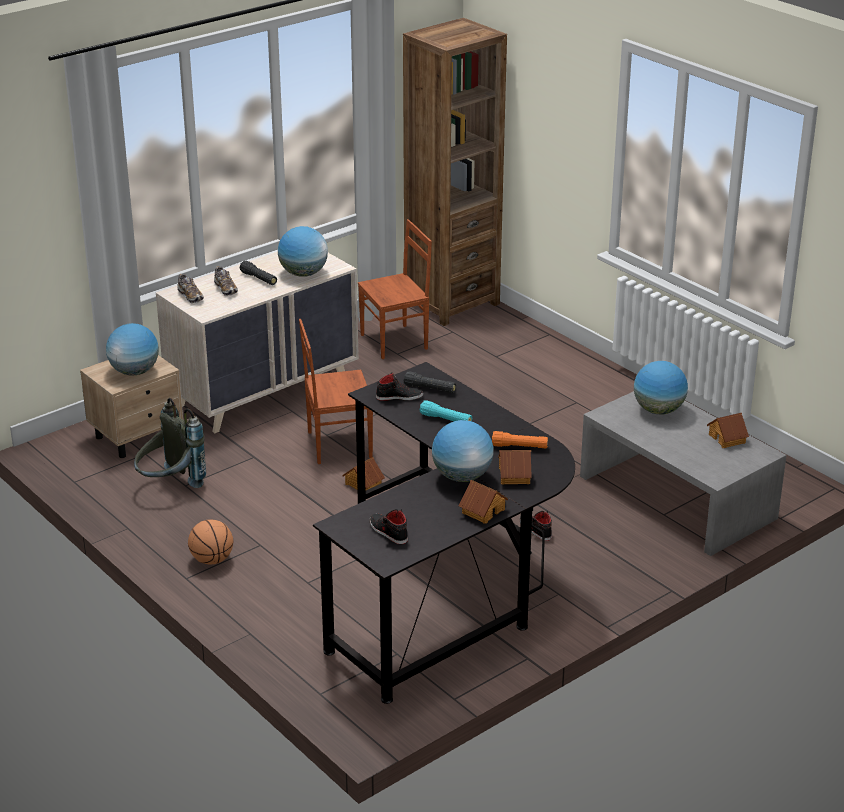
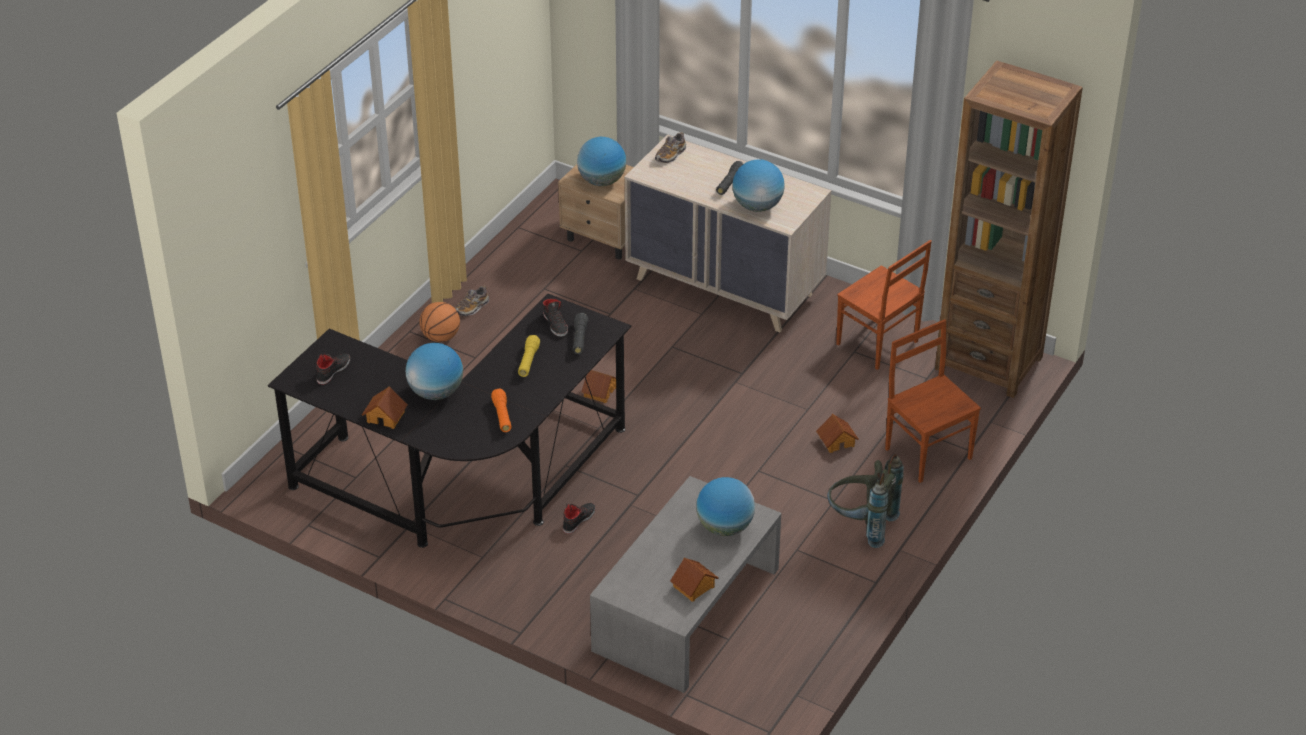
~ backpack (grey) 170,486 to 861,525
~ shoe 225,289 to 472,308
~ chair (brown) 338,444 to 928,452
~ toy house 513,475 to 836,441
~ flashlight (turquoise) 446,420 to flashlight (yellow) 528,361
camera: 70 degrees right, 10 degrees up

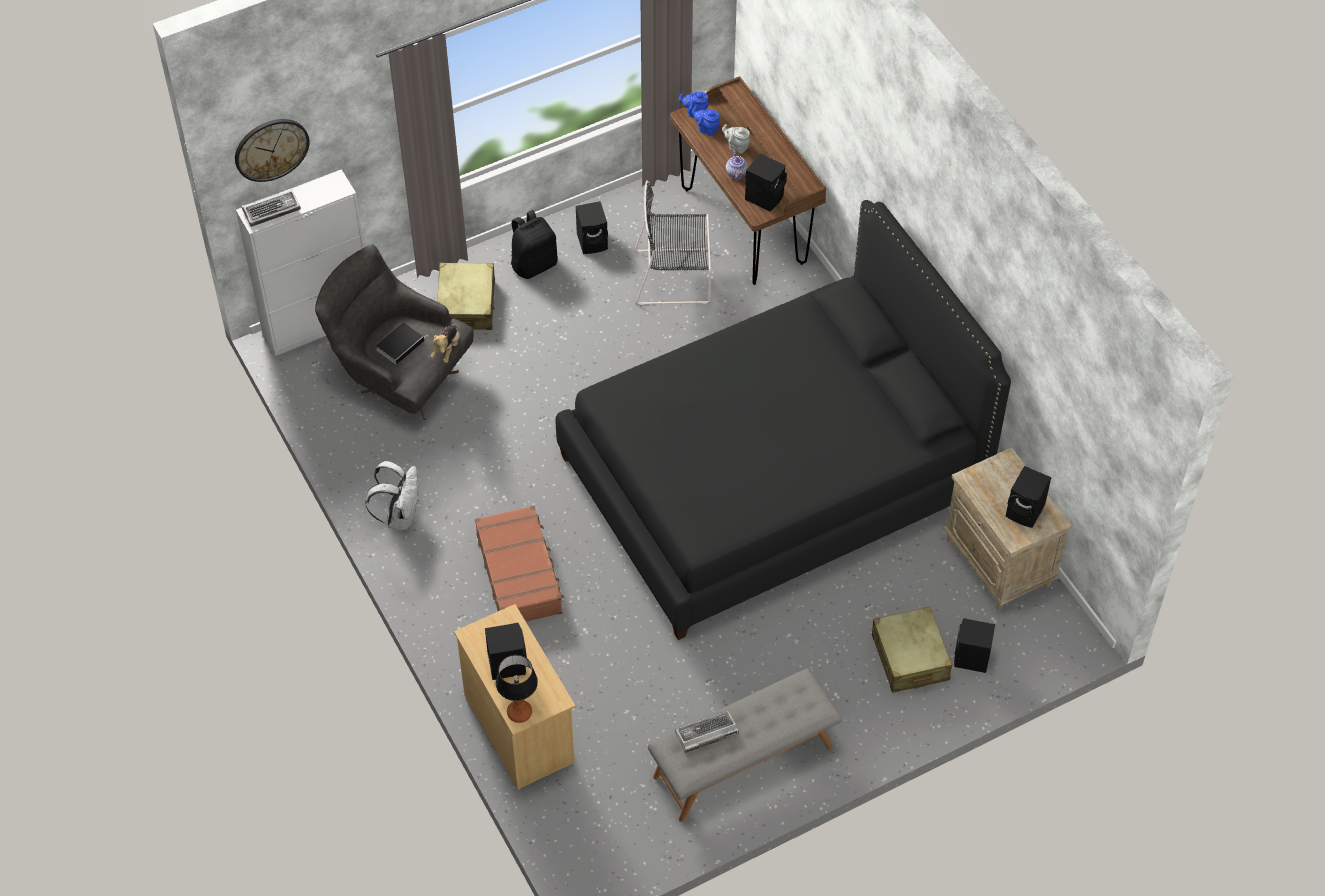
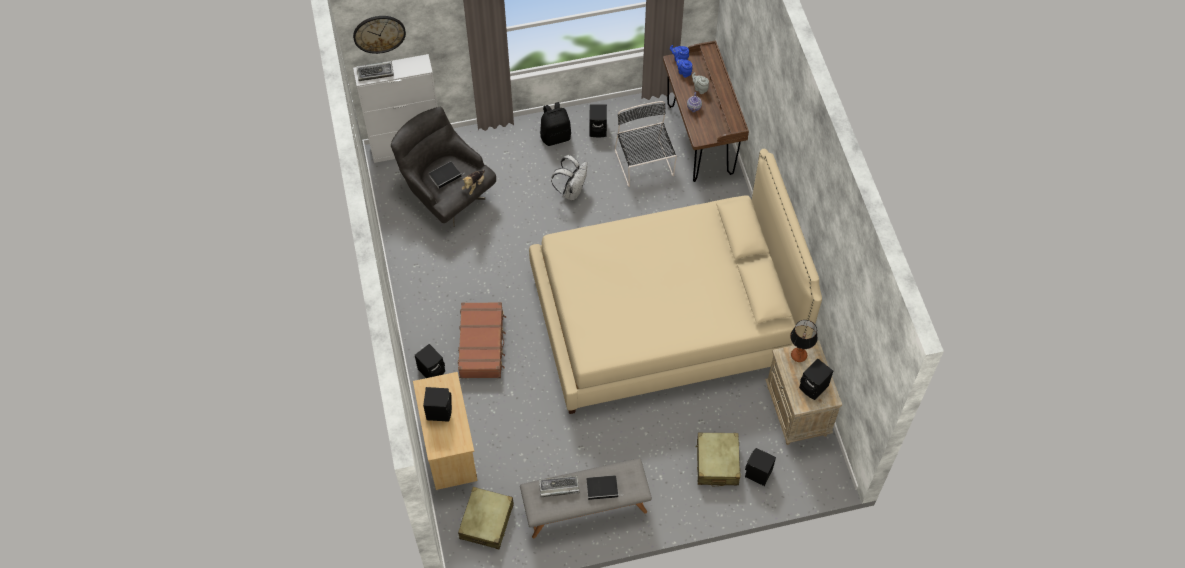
+ book 603,488
~ backpack (white) 400,516 to 572,191
~ suitcase (beige) 466,304 to 487,521
~ table lamp 520,713 to 799,356
~ speaker (black) 765,196 to 432,370
~ bed (black) 773,477 to bed (beige) 665,317
~ chair (black) 675,276 = 644,165 60 degrees clockwise
camera: 15 degrees right, 5 degrees up

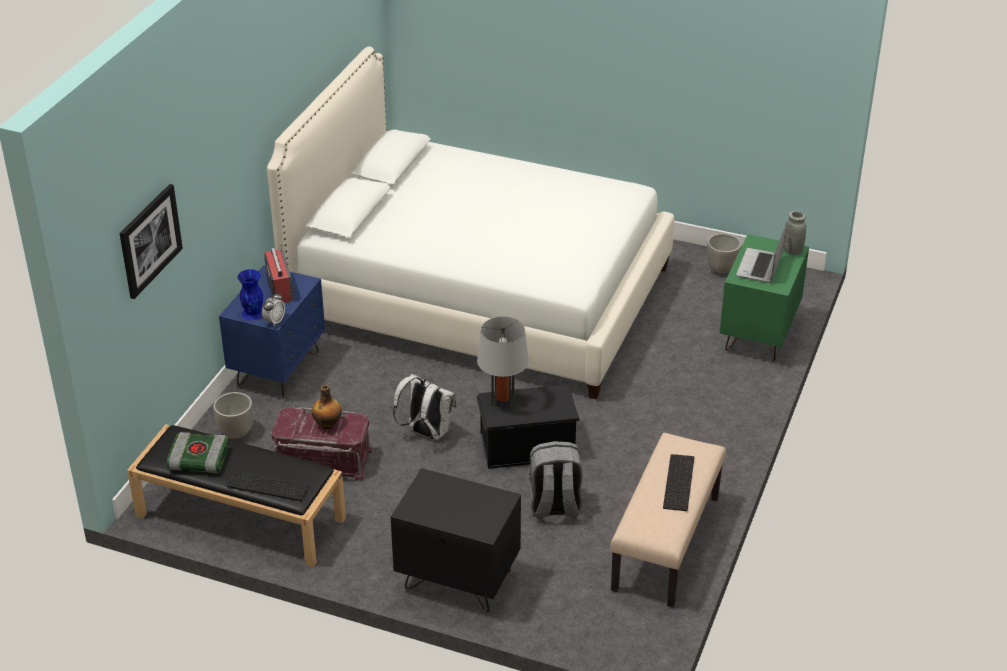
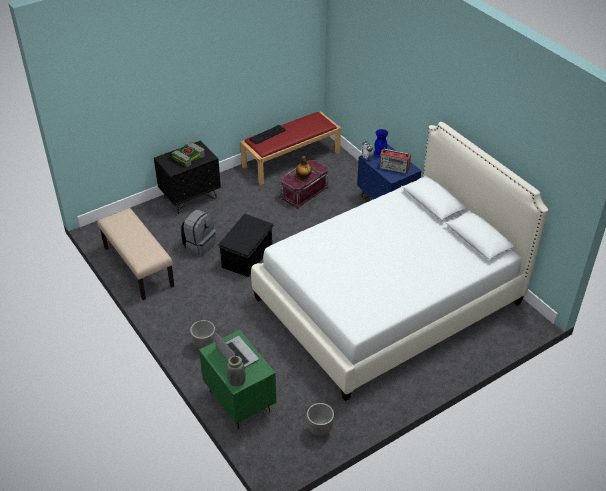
- picture 149,240
- backpack (white) 426,433
- table lamp (grey) 503,400
- keyboard 680,483
~ book 198,460 to 188,156
~ planter 236,432 to 204,345
~ bench (black) 239,517 to bench (red) 291,159
camera: 125 degrees right, 5 degrees up

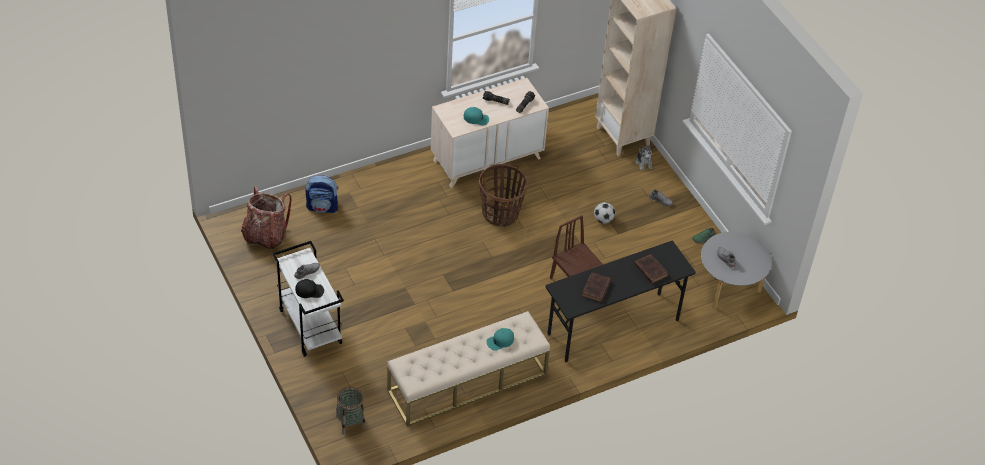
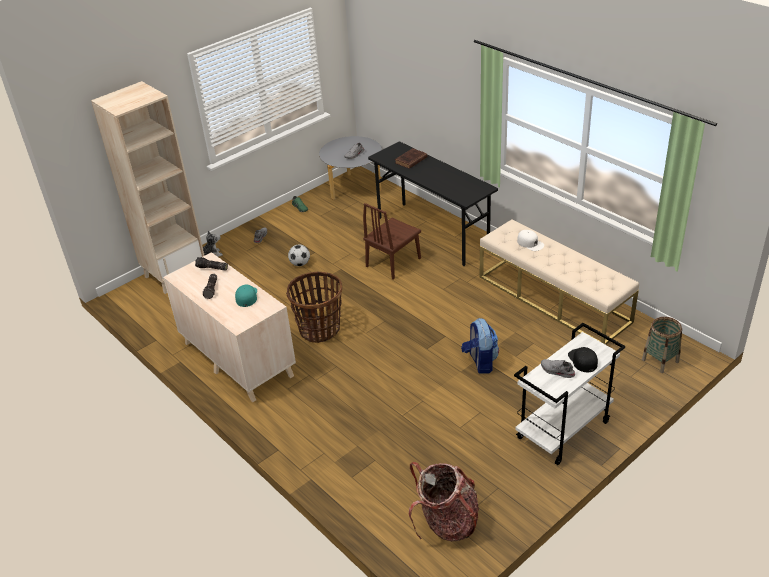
- book (brown) 595,289
~ backpack 323,207 to 480,362
~ cap (turquoise) 500,341 to cap (white) 530,243
camera: 100 degrees left, 10 degrees down

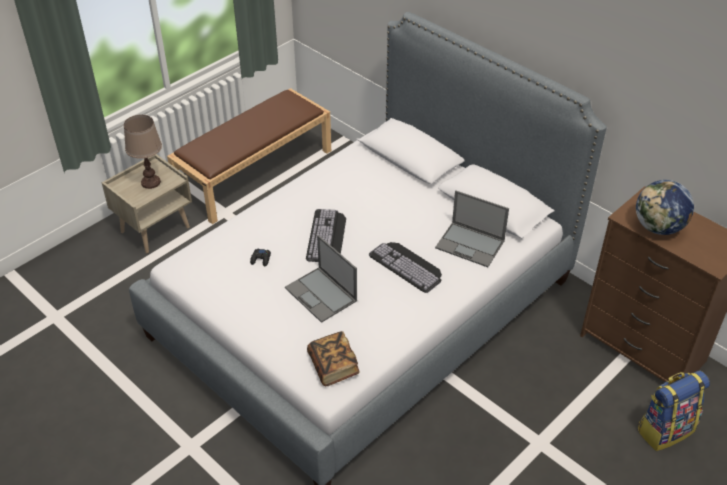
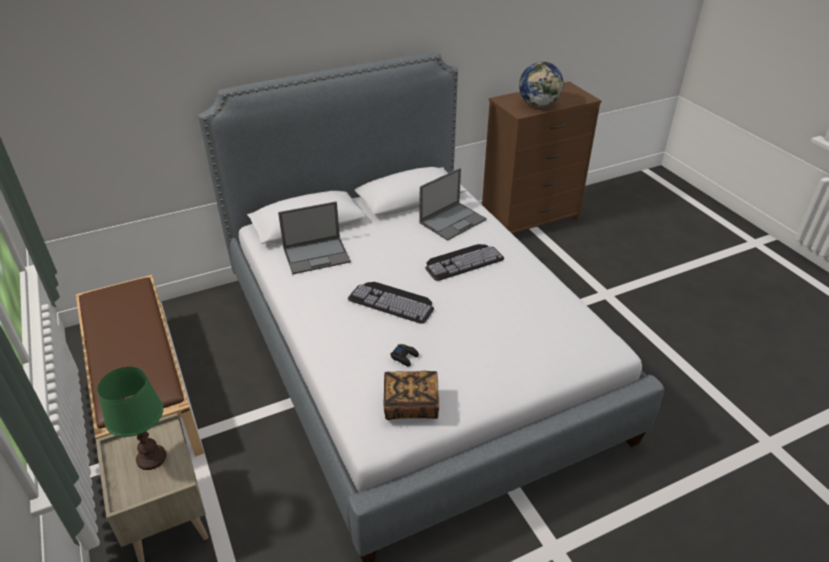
- backpack 665,429
~ laptop 321,295 to 317,255
~ book 333,366 to 411,405
~ table lamp (brown) 151,182 to table lamp (green) 151,457
camera: 70 degrees left, 5 degrees down

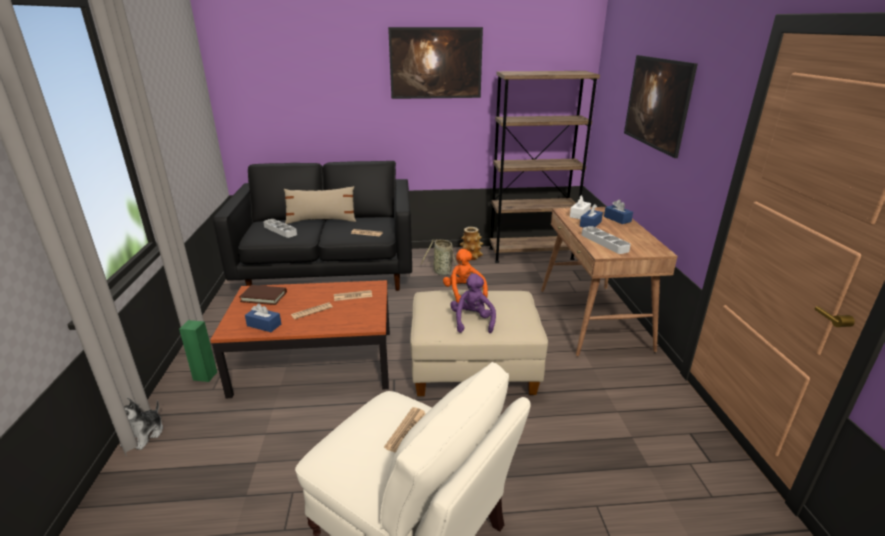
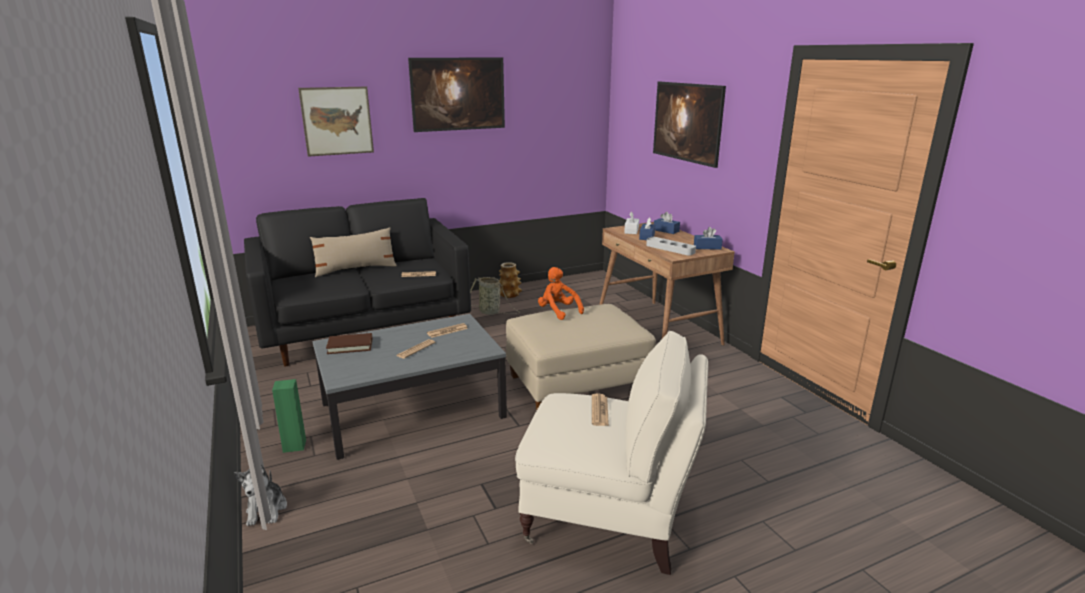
- tray (grey) 280,230
- plush toy (purple) 472,321
- bookcase (brown) 530,253
+ picture 337,121
~ tissue box (blue) 264,325 to 707,247
~ coffee table (brown) 315,362 to coffee table (grey) 413,410
camera: 20 degrees left, 5 degrees down

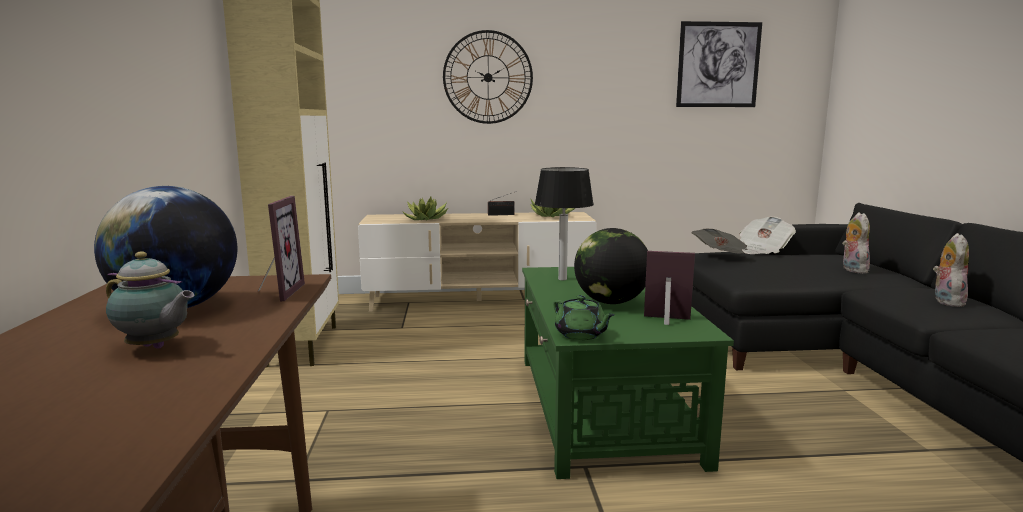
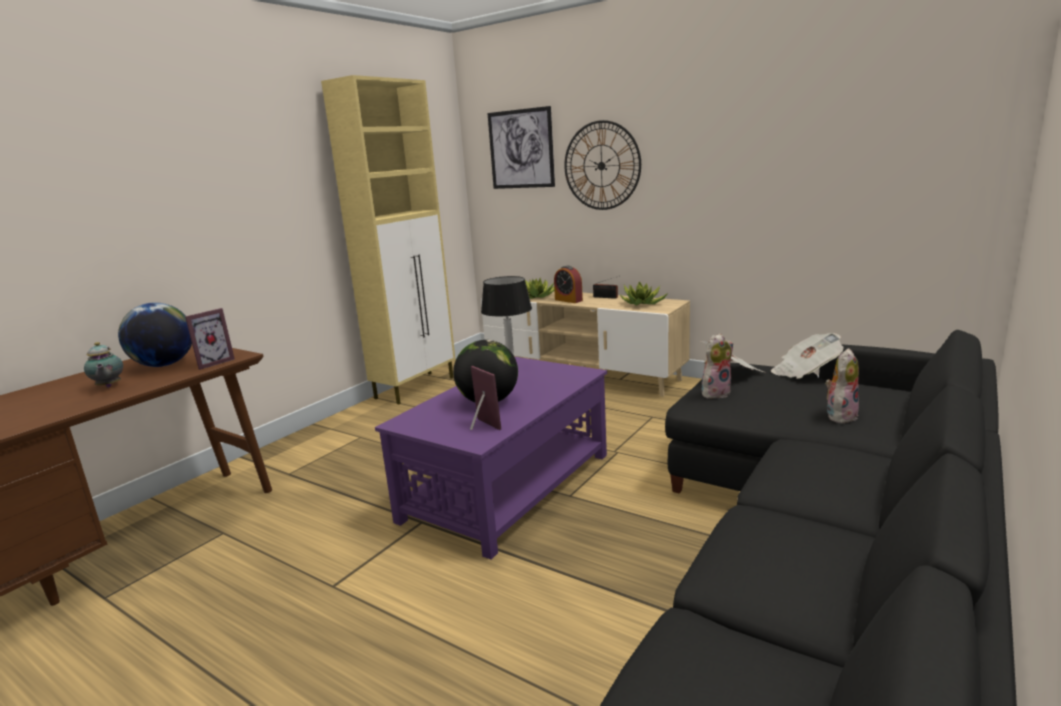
- teapot (green) 581,335
+ alarm clock 568,300
~ picture 718,65 to 521,149
~ plush toy 946,301 to 715,393
~ coffee table (green) 603,407 to coffee table (purple) 507,487
camera: 40 degrees right, 5 degrees up

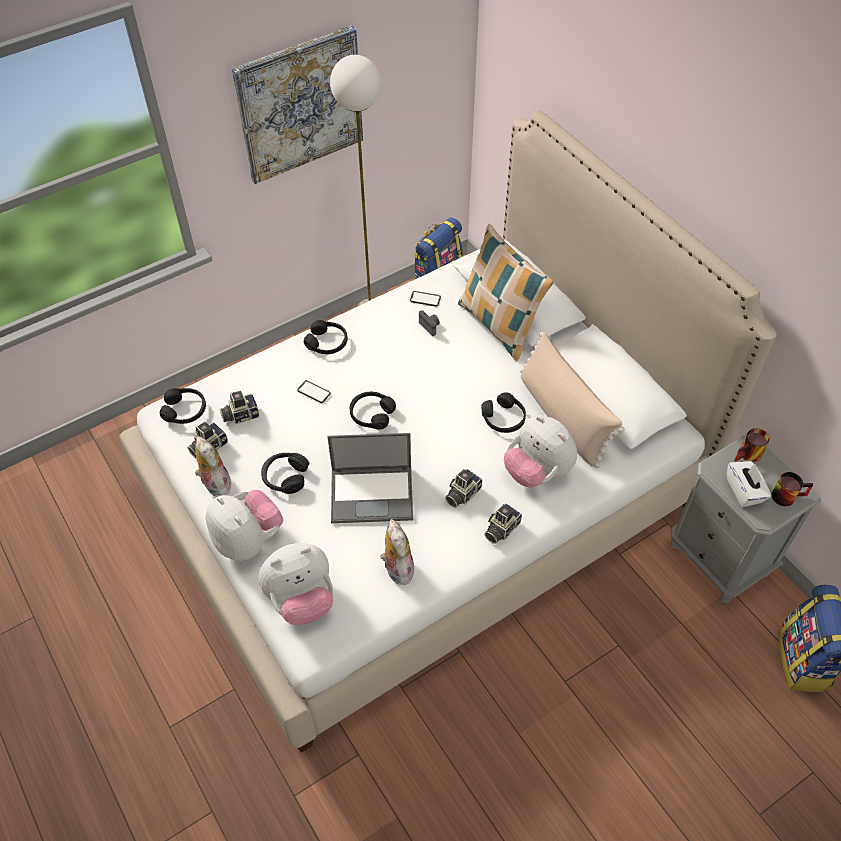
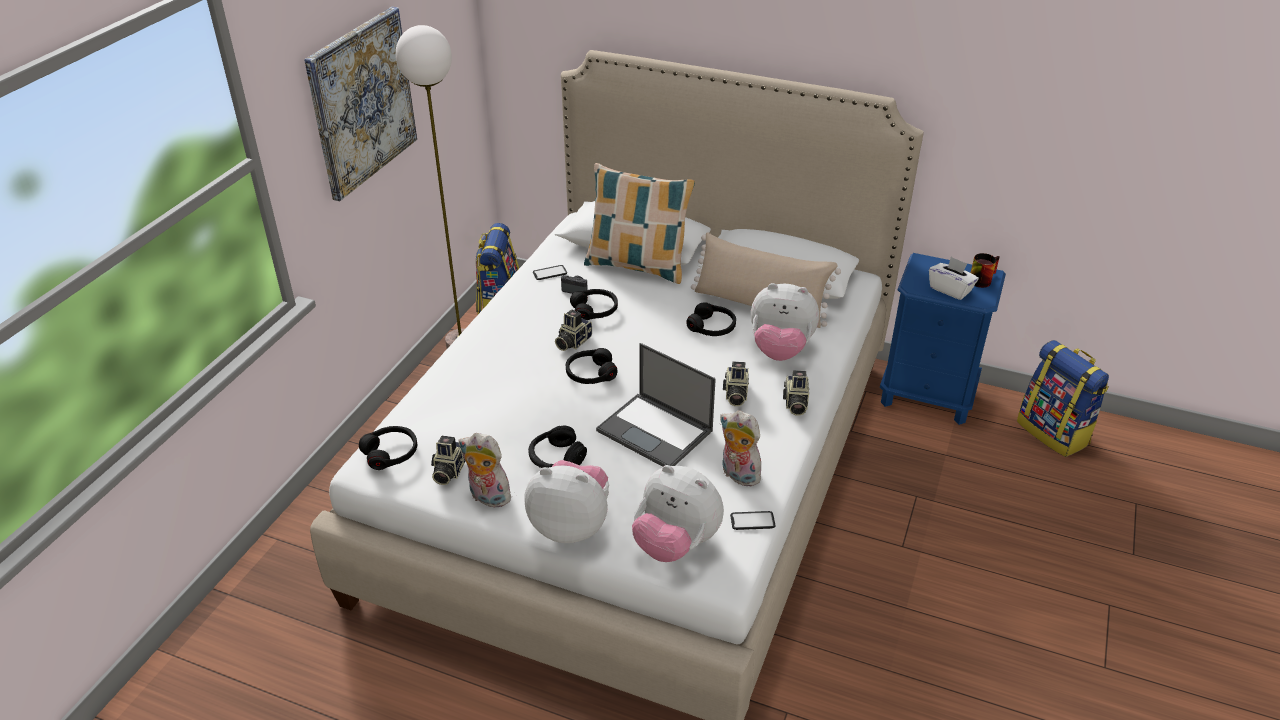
- mug 749,456
~ photo camera 240,415 to 572,342
~ phone 314,392 to 752,521
~ headphones (black) 327,342 to 594,310
~ nightstand (grey) 719,558 to nightstand (blue) 927,396
~ plush toy 301,599 = 675,544 90 degrees clockwise
~ laptop 373,494 = 656,431 75 degrees clockwise
camera: 35 degrees left, 15 degrees down

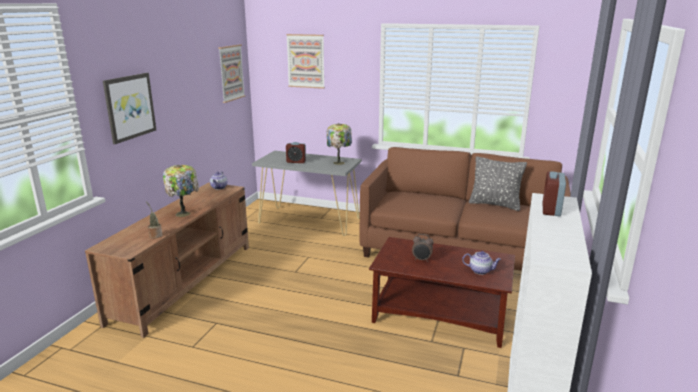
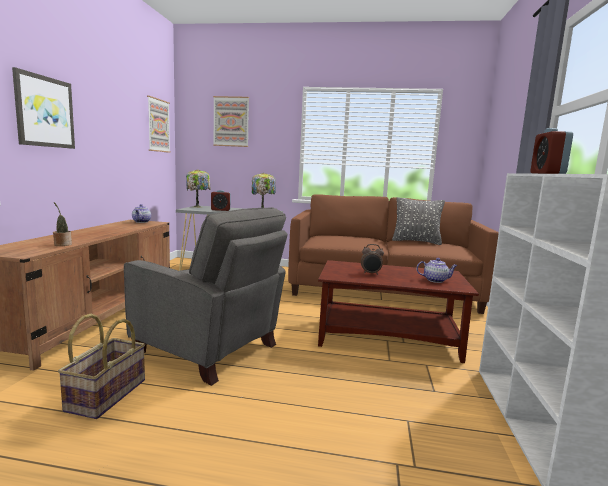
+ basket 106,394
+ armchair (grey) 209,350
~ table lamp 184,213 to 198,207
camera: 10 degrees left, 10 degrees down

